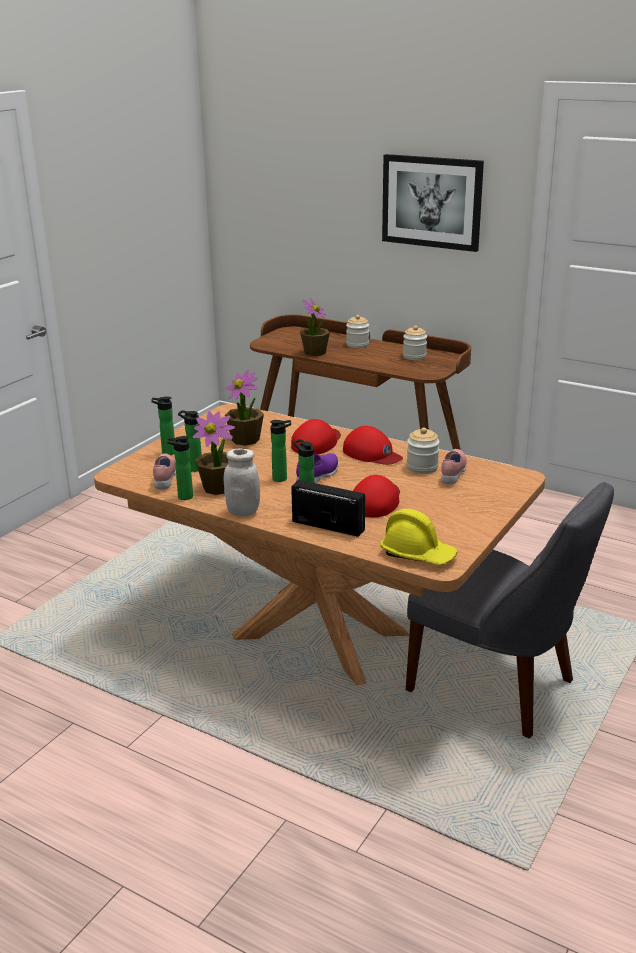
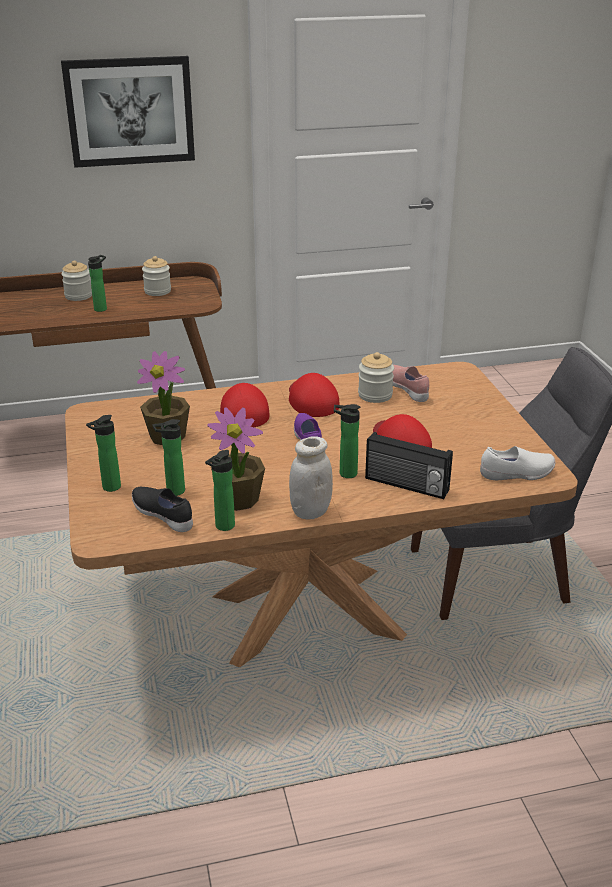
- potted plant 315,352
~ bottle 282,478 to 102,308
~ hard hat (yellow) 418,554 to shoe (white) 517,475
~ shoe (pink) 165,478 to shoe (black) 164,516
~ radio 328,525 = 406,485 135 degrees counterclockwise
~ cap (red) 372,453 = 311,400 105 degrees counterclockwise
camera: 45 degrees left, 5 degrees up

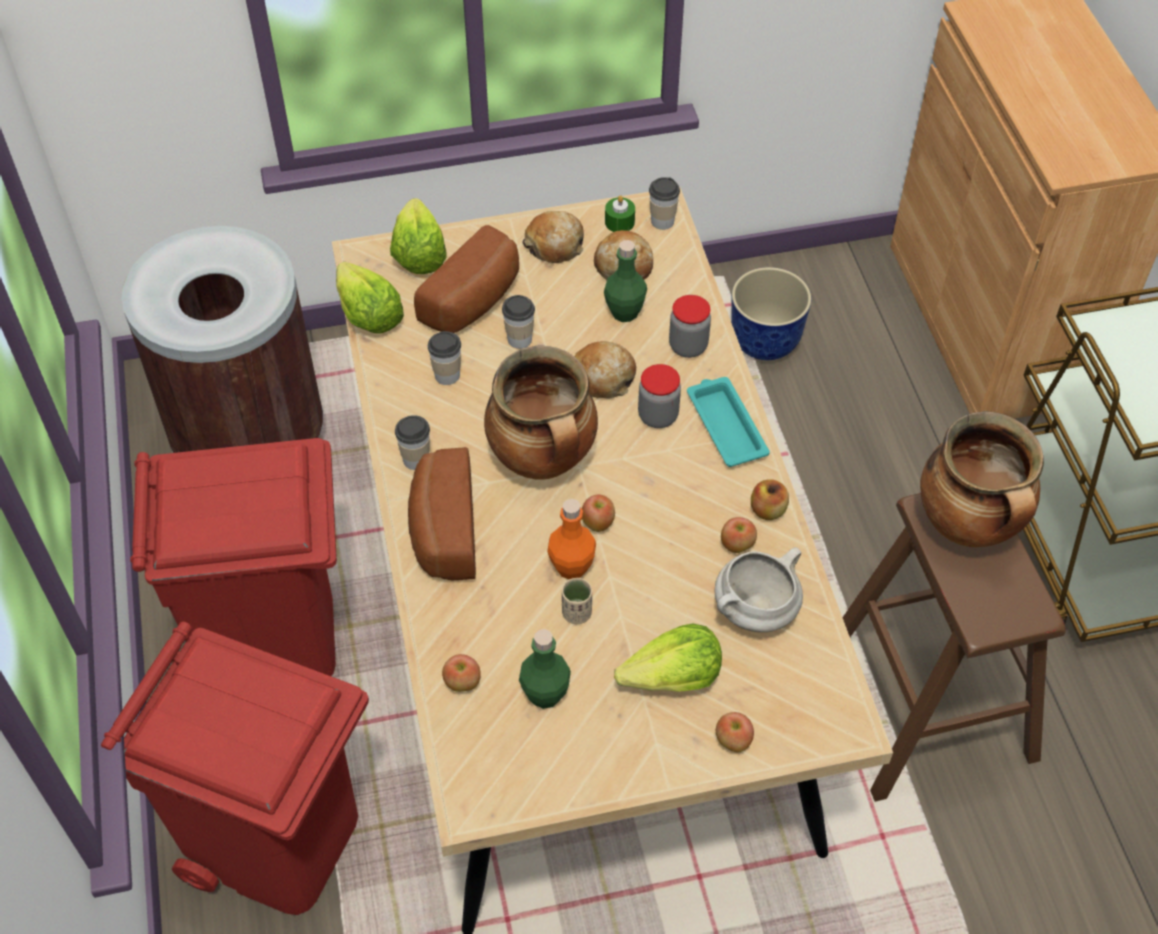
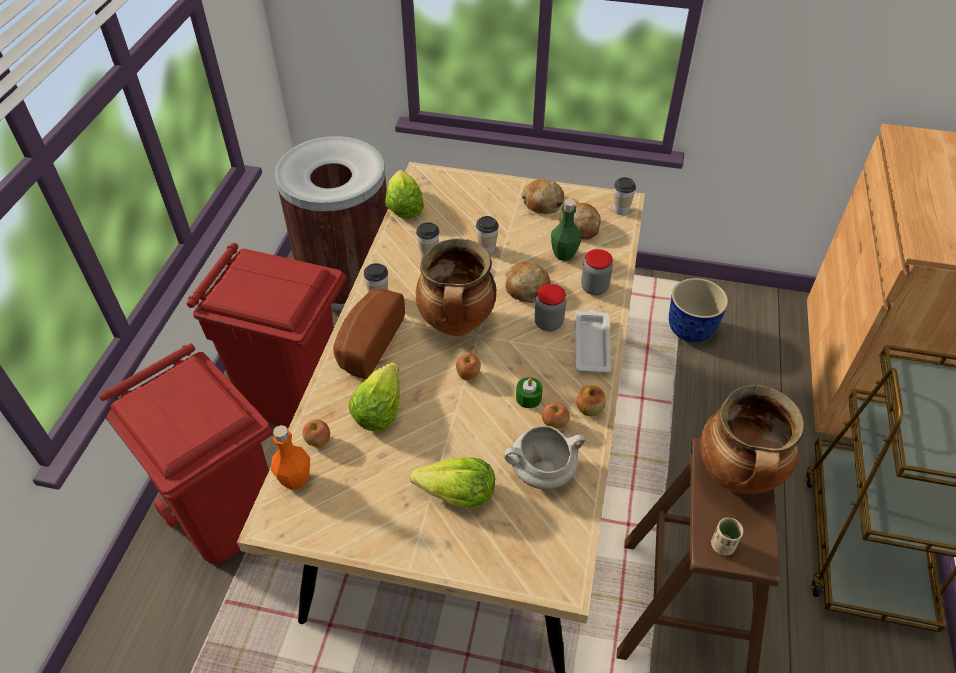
- bread 475,301
- bottle (green) 545,694
- apple 733,741
~ lettuce 418,254 to 378,409
~ bottle (orange) 571,567 to 295,479
~ cup (beige) 577,613 to 722,545
~ candle (green) 619,222 to 528,398
~ tray (turquoise) 725,425 to tray (white) 591,344
camera: 25 degrees right, 5 degrees down

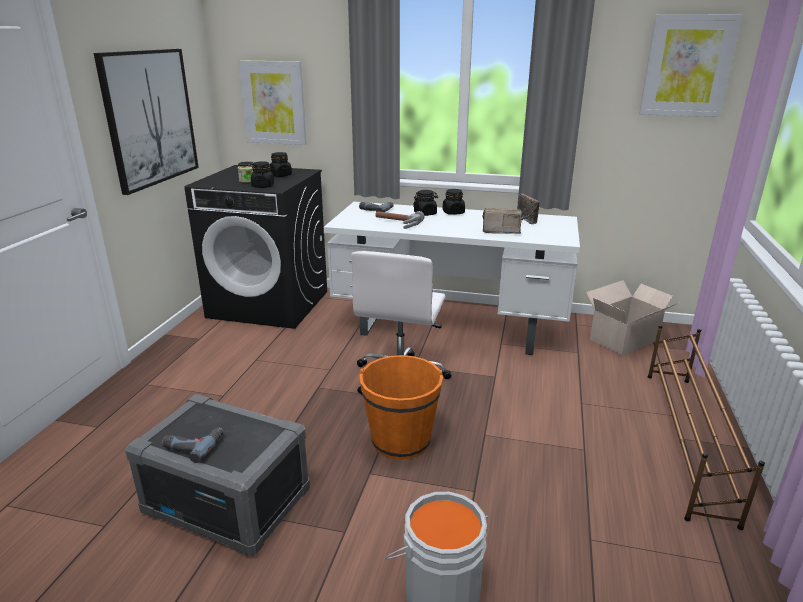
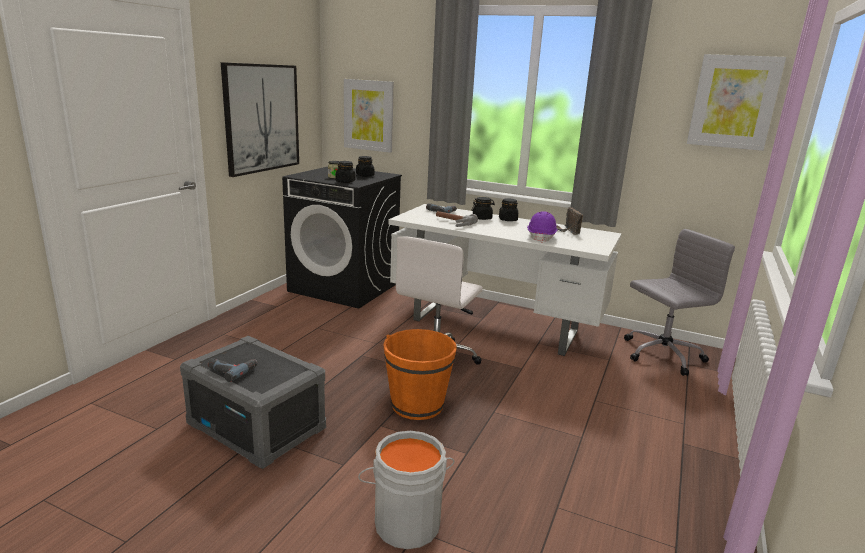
- shoe rack (brown) 686,440
~ radio 500,231 to hard hat (purple) 541,237
~ cardboard box 625,339 to office chair (grey) 661,355
camera: 10 degrees right, 5 degrees down

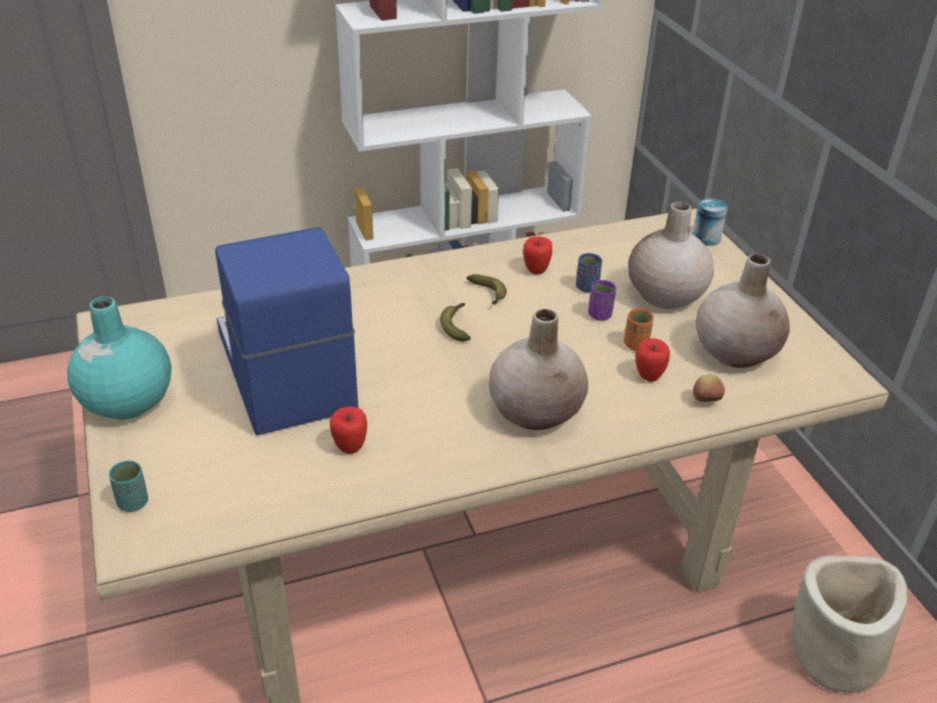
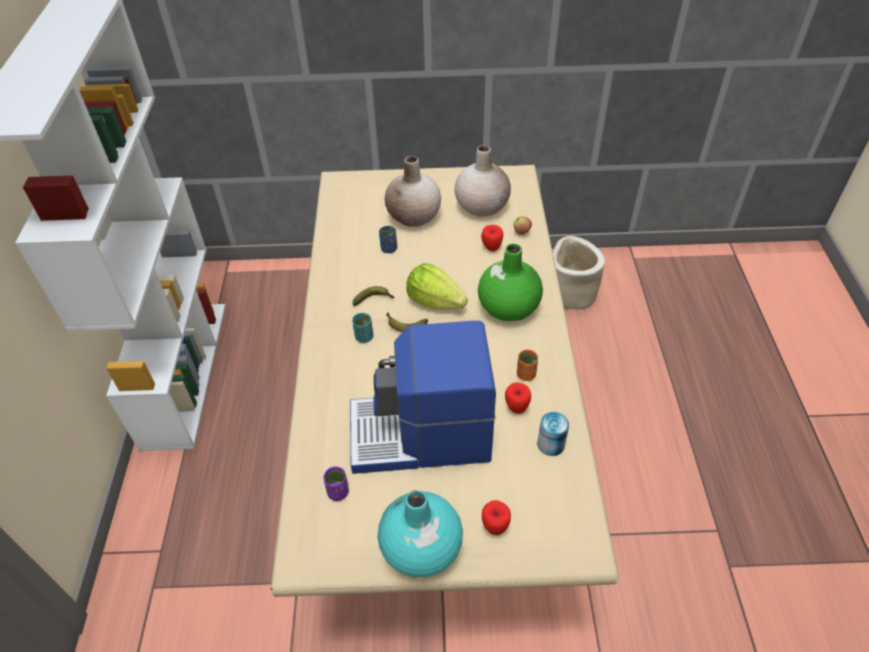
+ lettuce 435,301
~ cup (turquoise) 133,503 to 364,337
~ apple 536,270 to 495,527
~ cup (purple) 599,315 to 338,492
~ cup (orange) 635,345 to 526,374
~ can 706,238 to 551,444
~ vase (beige) 536,411 to vase (green) 508,307
camera: 70 degrees left, 10 degrees up

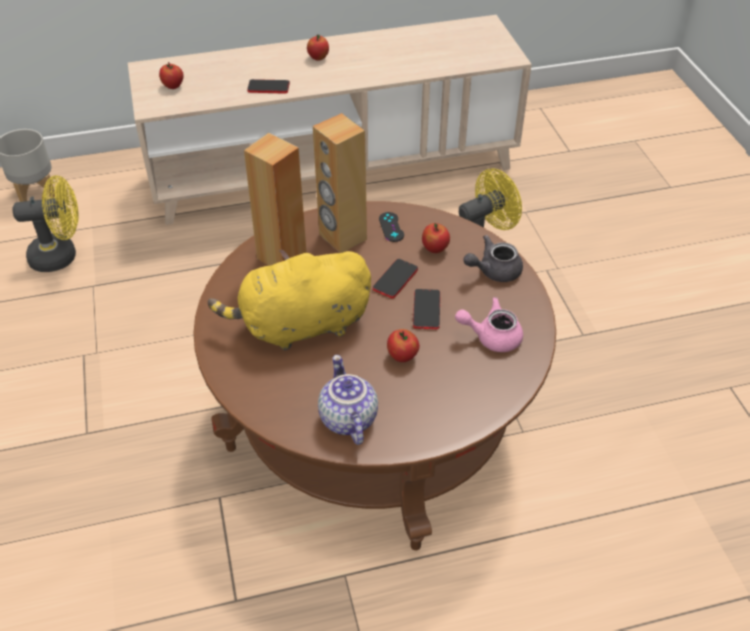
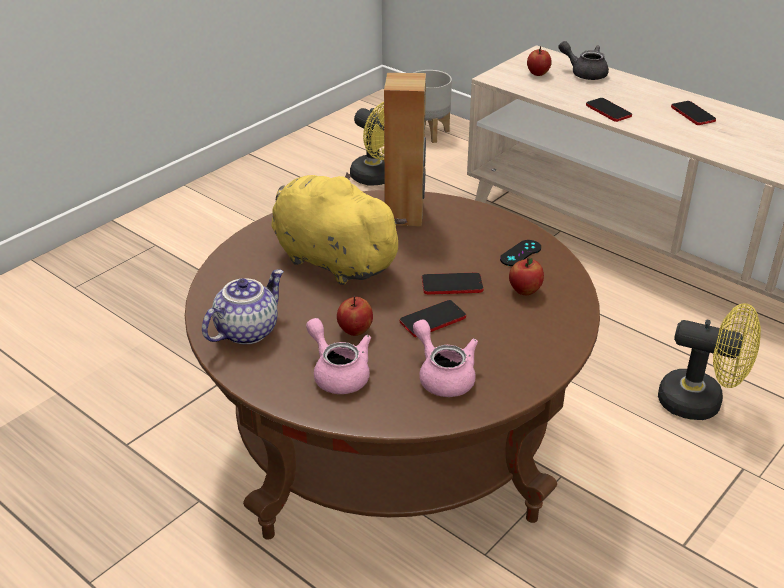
- speaker (brown) 342,237
+ teapot (pink) 338,373
~ teapot (grey) 493,271 to 584,73
~ apple 318,58 to phone 693,114
camera: 55 degrees right, 10 degrees down

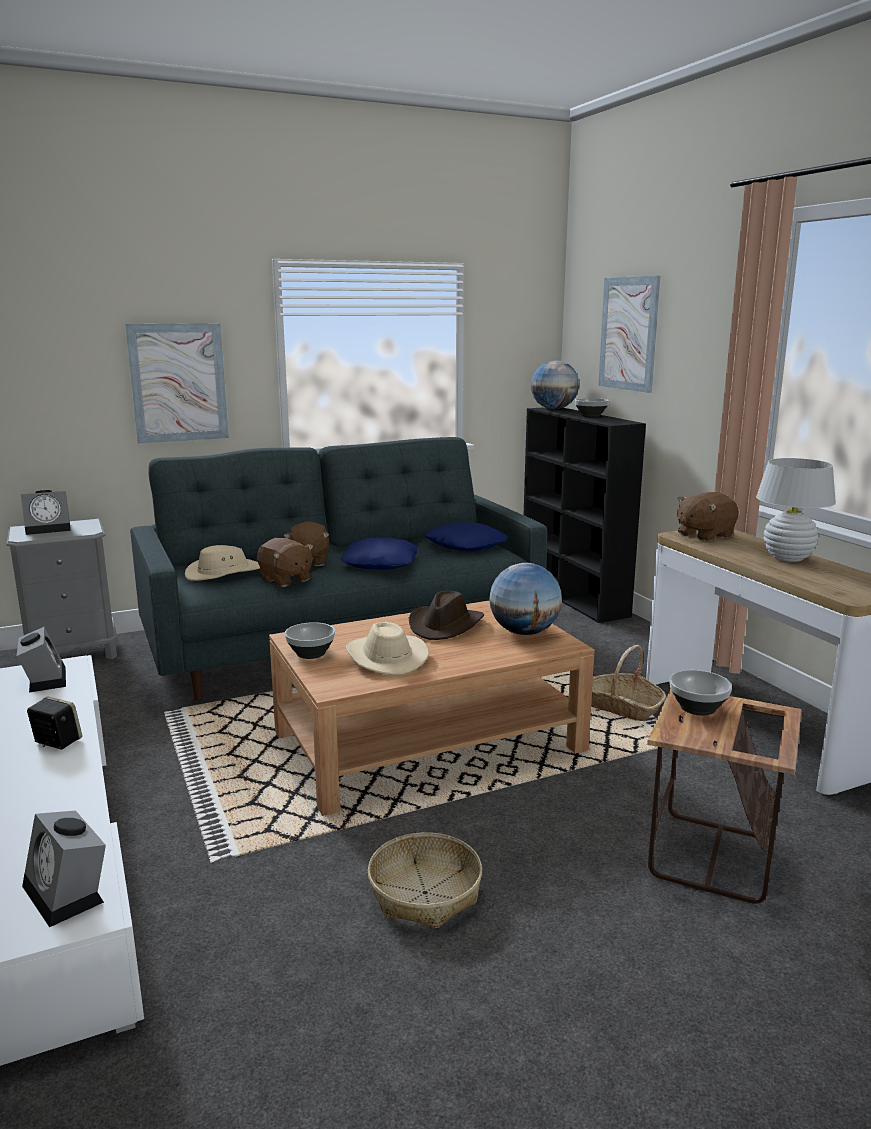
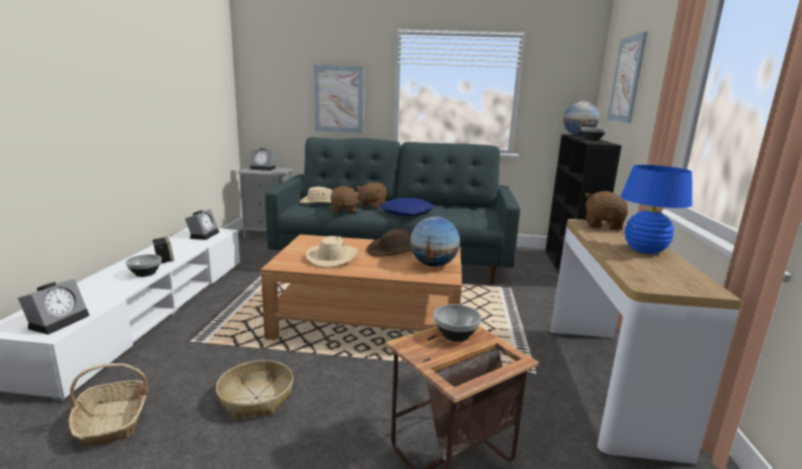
- pillow (blue) 466,545
~ bowl 311,654 to 145,274
~ basket 623,707 to 113,421
~ table lamp (white) 787,558 to table lamp (blue) 645,250
~ alarm clock 68,893 = 59,321 150 degrees counterclockwise
~ plush toy (brown) 704,535 = 603,225 105 degrees clockwise
camera: 30 degrees right, 0 degrees up

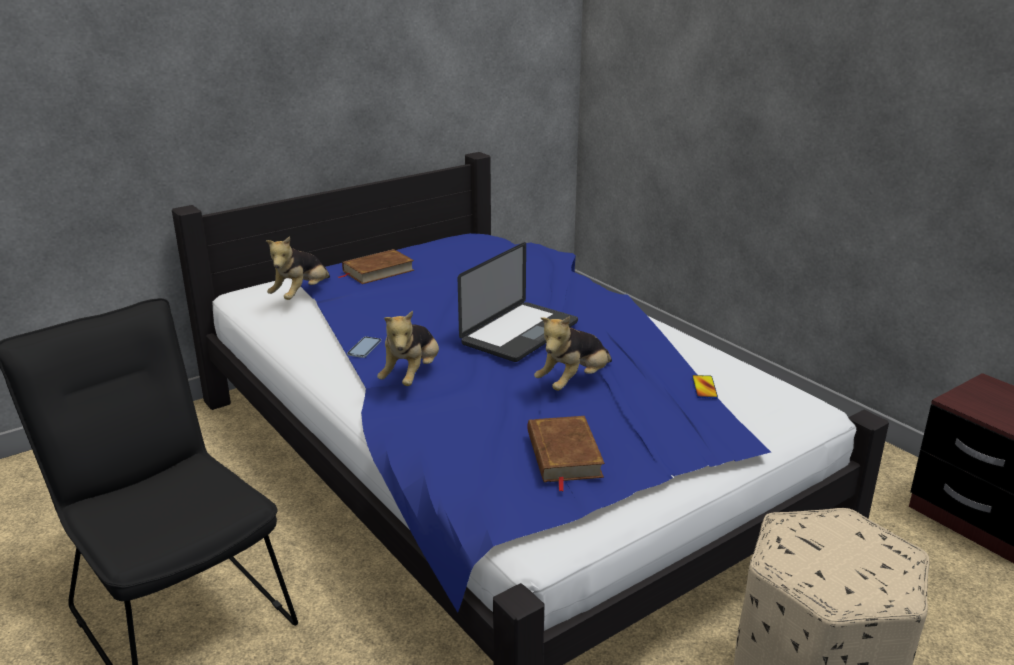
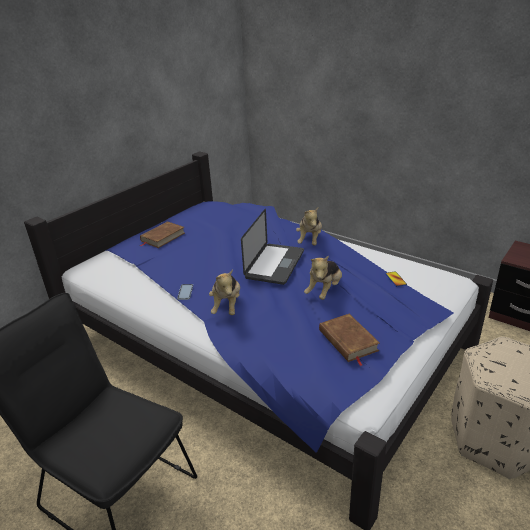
~ plush toy 301,295 to 310,240
camera: 15 degrees left, 5 degrees up

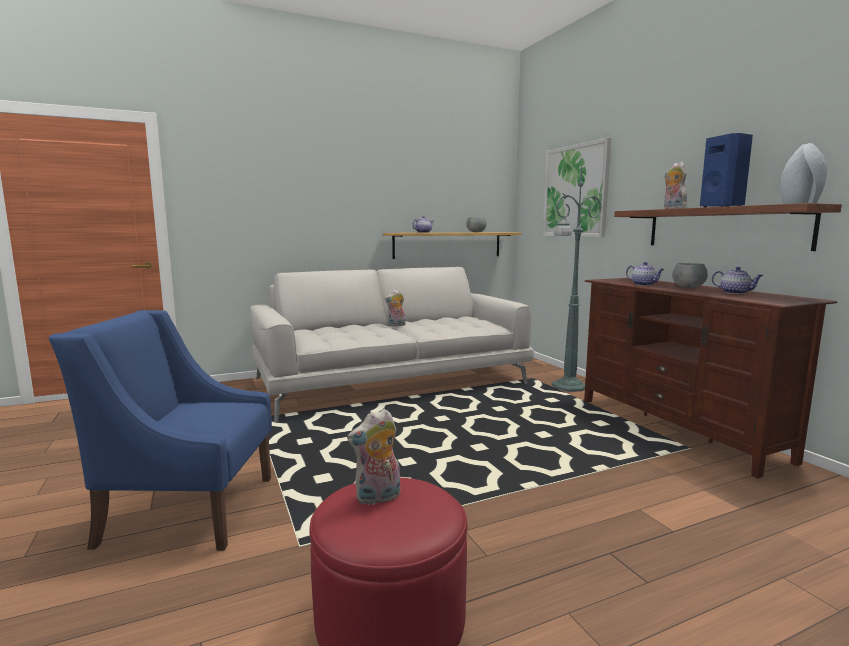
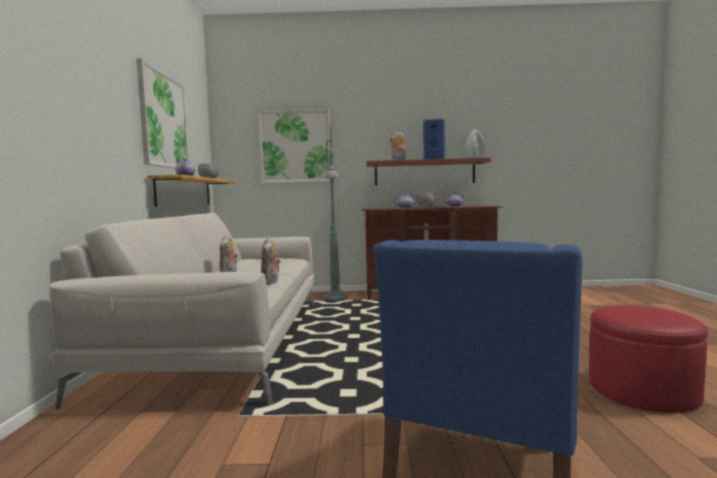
+ picture 164,120
~ plush toy 378,498 to 271,282
camera: 65 degrees left, 5 degrees down

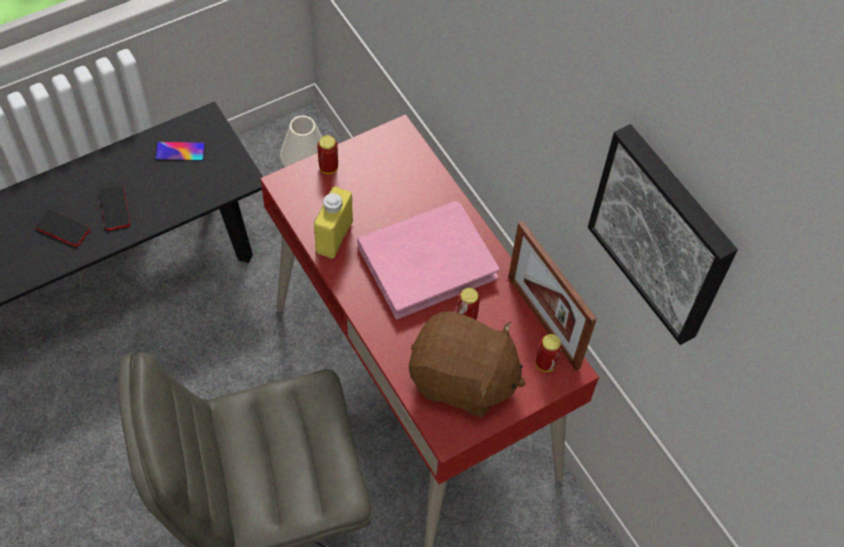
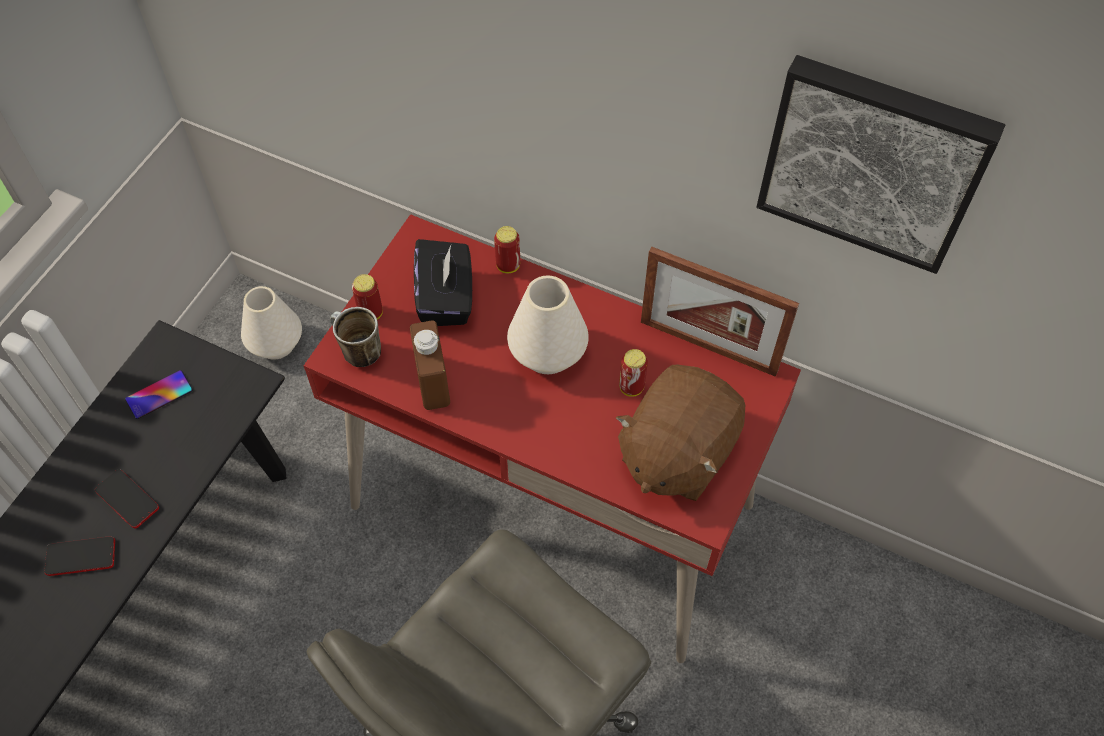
+ mug 356,352
+ tissue box (black) 446,299
~ can 545,363 to 508,266
~ book (pink) 426,261 to vase (white) 548,353
~ bottle (yellow) 334,237 to bottle (brown) 433,382
~ plush toy (brown) 462,380 = 676,452 135 degrees clockwise
camera: 30 degrees left, 0 degrees up

